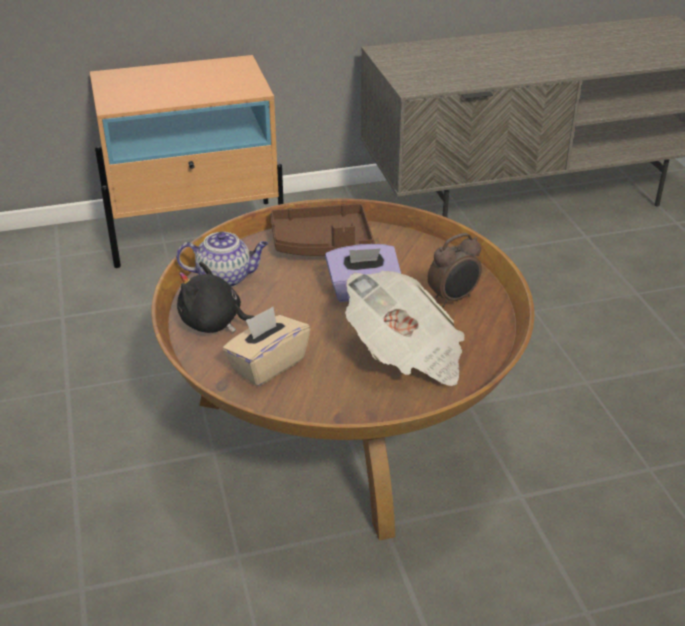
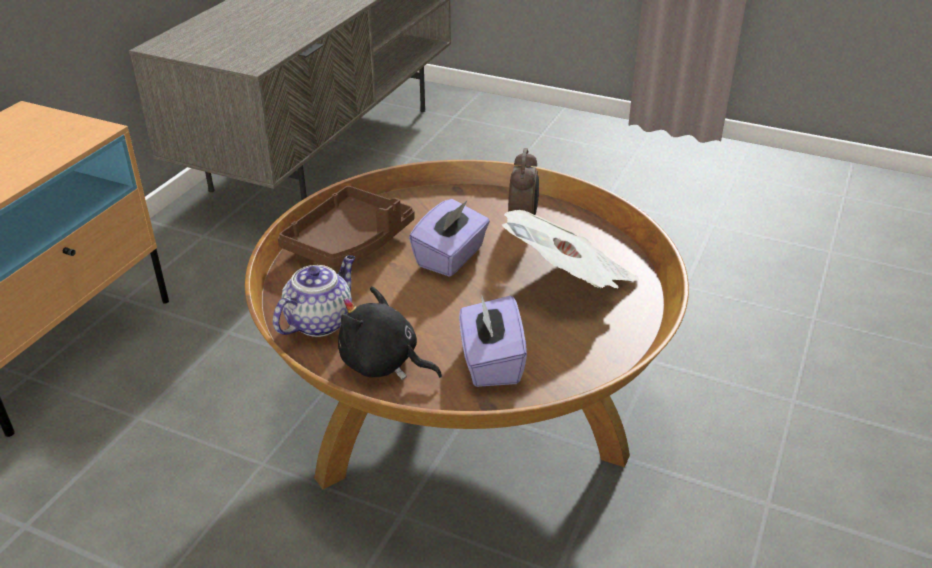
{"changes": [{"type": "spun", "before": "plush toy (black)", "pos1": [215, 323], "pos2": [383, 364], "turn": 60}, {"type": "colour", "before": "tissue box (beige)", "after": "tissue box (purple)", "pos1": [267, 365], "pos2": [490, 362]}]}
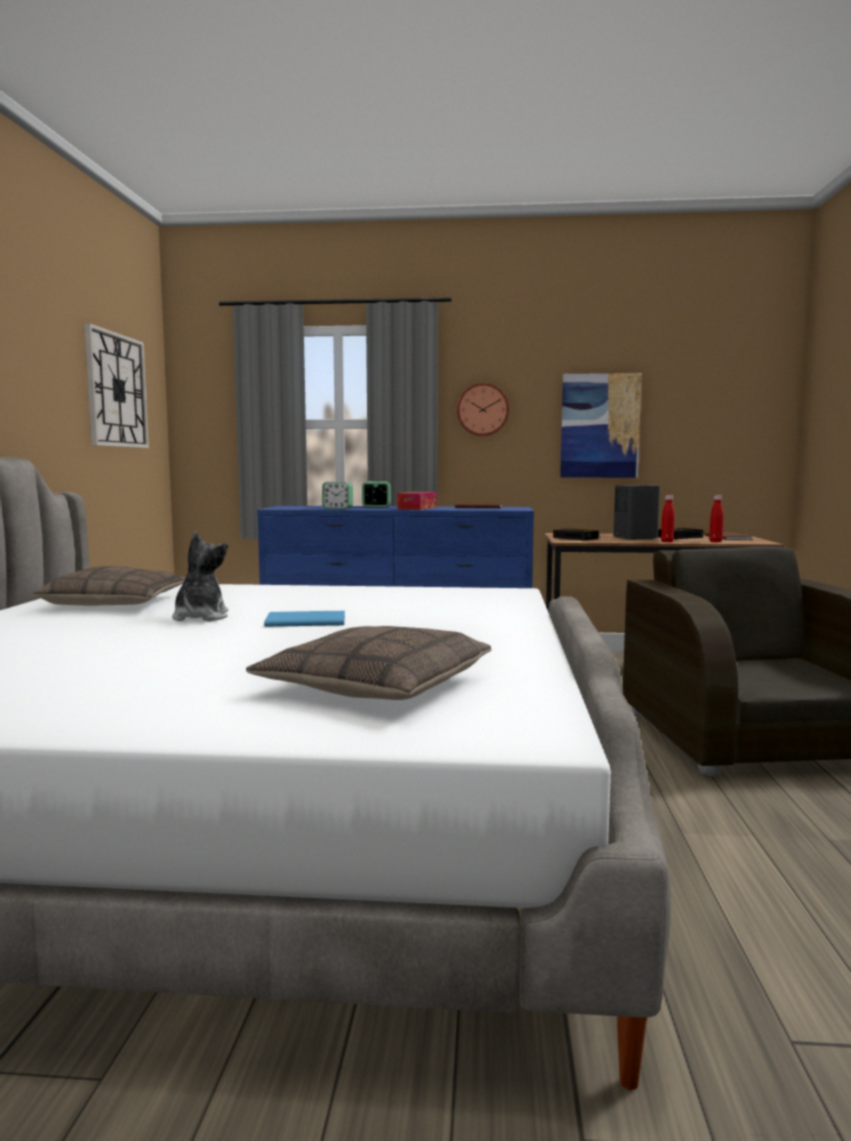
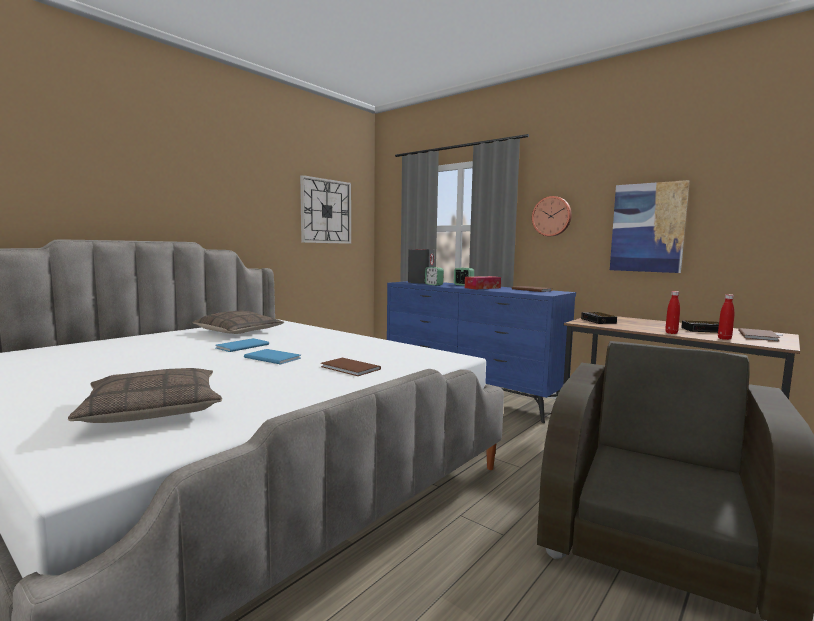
{"changes": [{"type": "relocated", "before": "speaker (grey)", "pos1": [635, 538], "pos2": [421, 282]}, {"type": "exchanged", "before": "plush toy", "after": "book (blue)", "pos1": [200, 617], "pos2": [240, 346]}, {"type": "appeared", "after": "book (brown)", "pos2": [350, 368]}]}
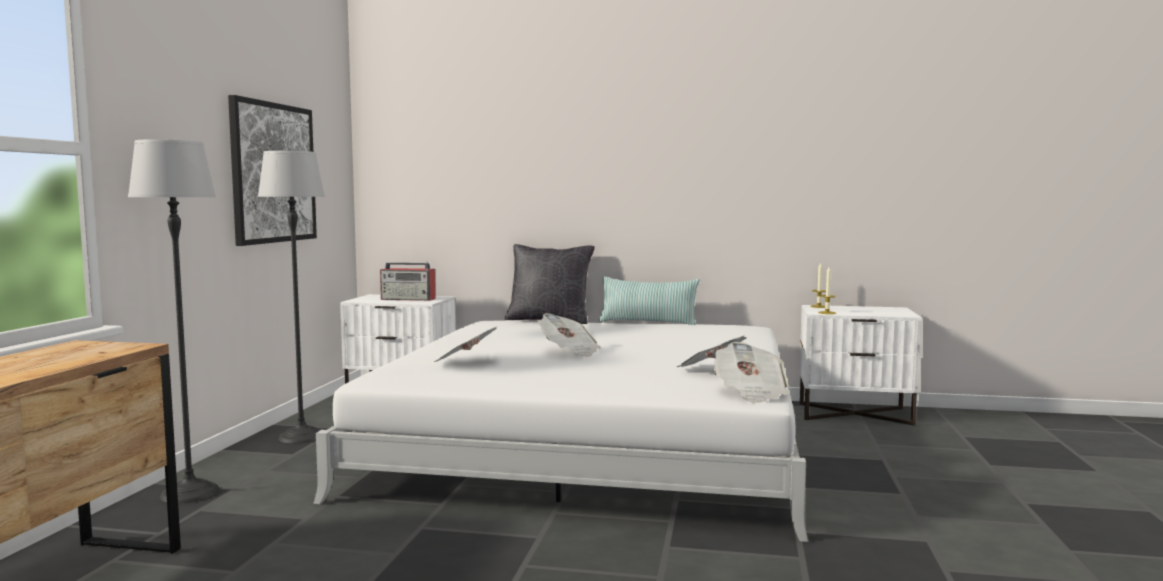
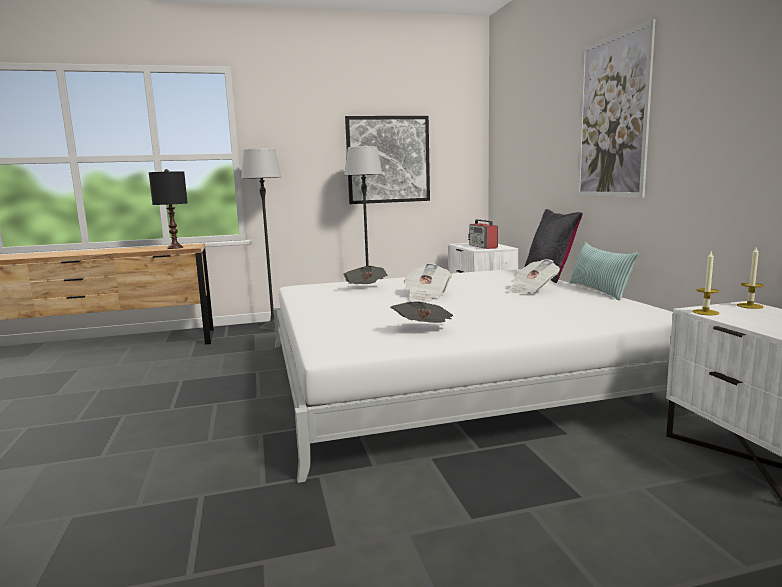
{"changes": [{"type": "relocated", "before": "newspaper", "pos1": [750, 393], "pos2": [531, 290]}, {"type": "appeared", "after": "picture", "pos2": [612, 118]}, {"type": "appeared", "after": "table lamp (black)", "pos2": [175, 248]}]}
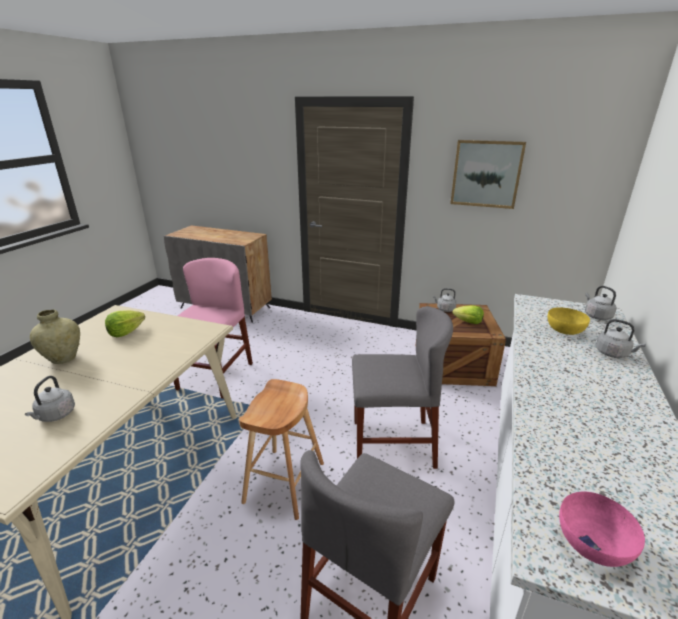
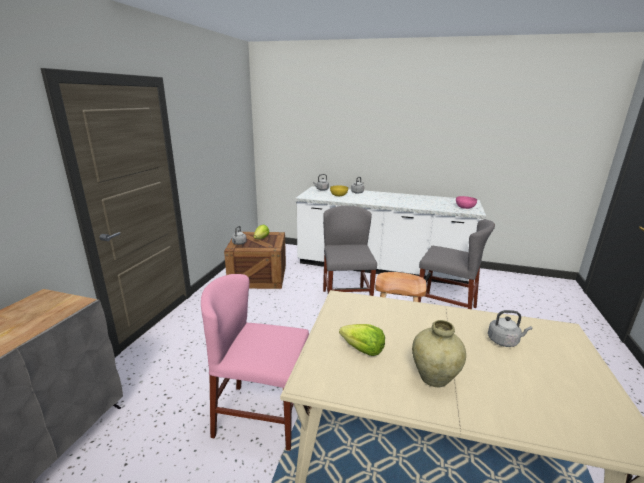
{"changes": [{"type": "missing", "before": "picture", "pos1": [486, 174]}]}
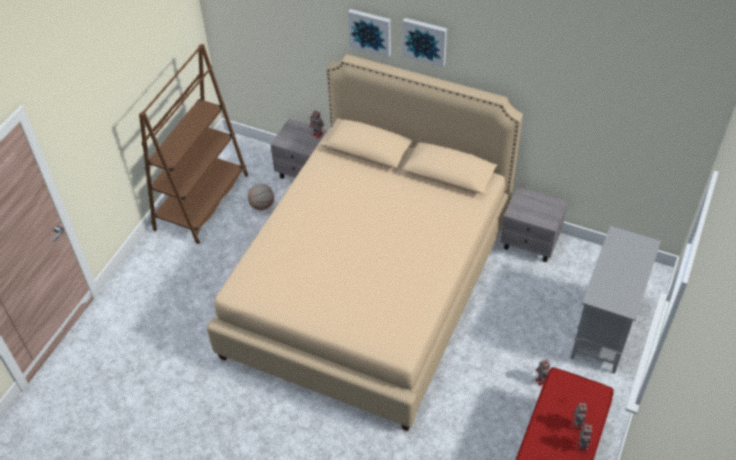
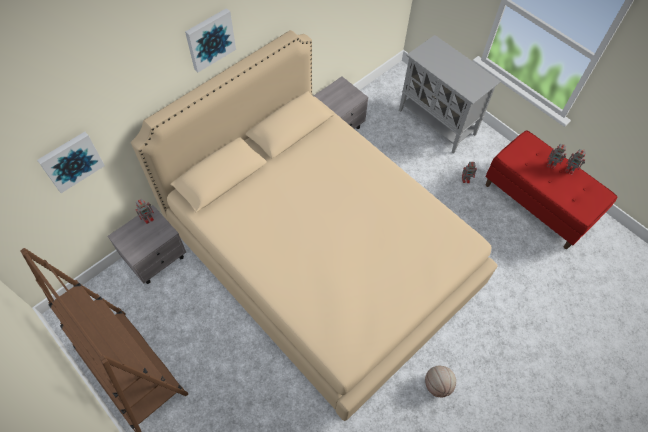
{"changes": [{"type": "relocated", "before": "picture", "pos1": [370, 31], "pos2": [71, 161]}, {"type": "relocated", "before": "basketball", "pos1": [262, 205], "pos2": [437, 384]}]}
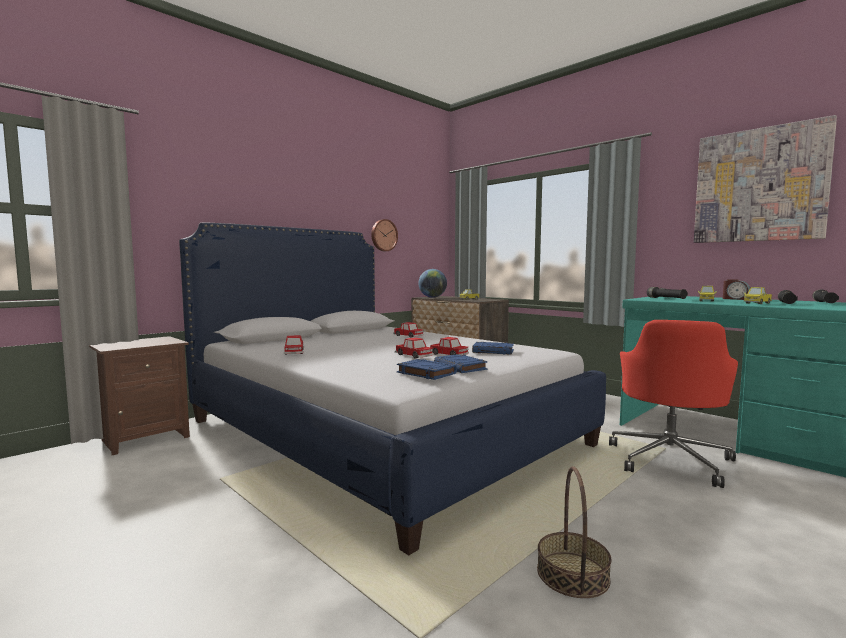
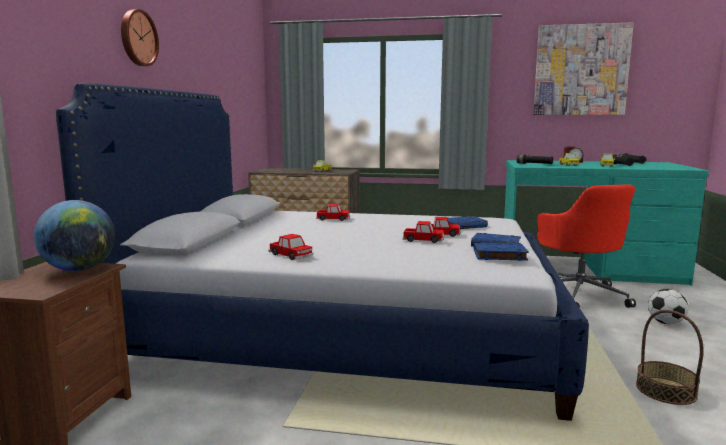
{"changes": [{"type": "relocated", "before": "wall clock", "pos1": [383, 235], "pos2": [137, 38]}, {"type": "relocated", "before": "globe", "pos1": [432, 297], "pos2": [79, 269]}, {"type": "appeared", "after": "football", "pos2": [665, 323]}]}
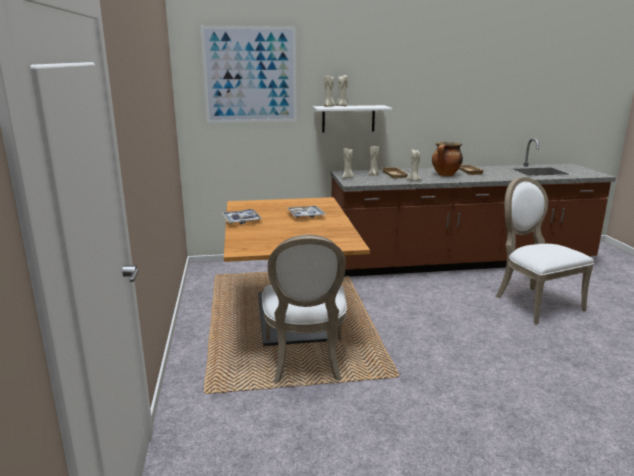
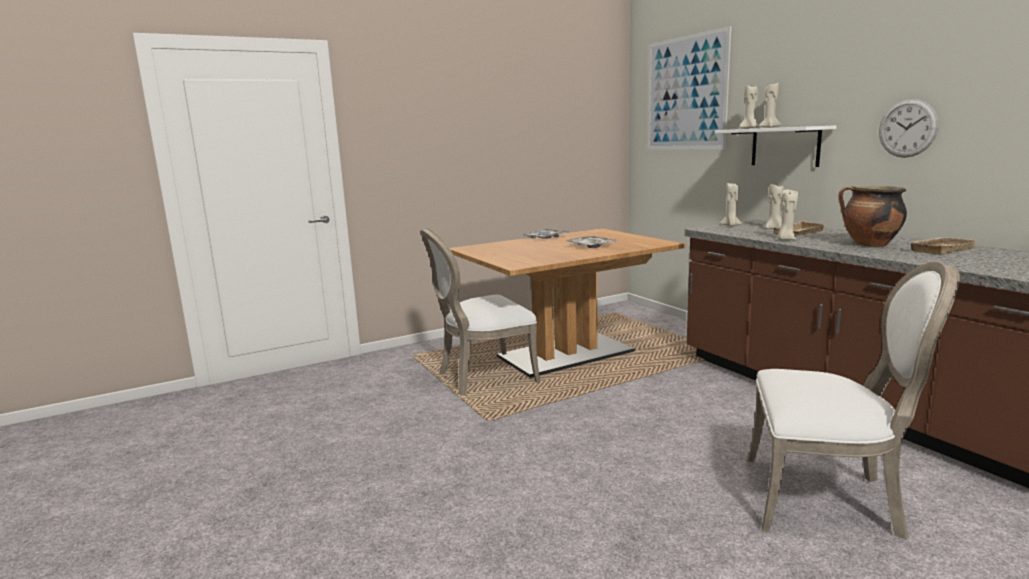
{"changes": [{"type": "spun", "before": "chair (white)", "pos1": [534, 303], "pos2": [827, 499], "turn": 60}, {"type": "appeared", "after": "wall clock", "pos2": [907, 128]}]}
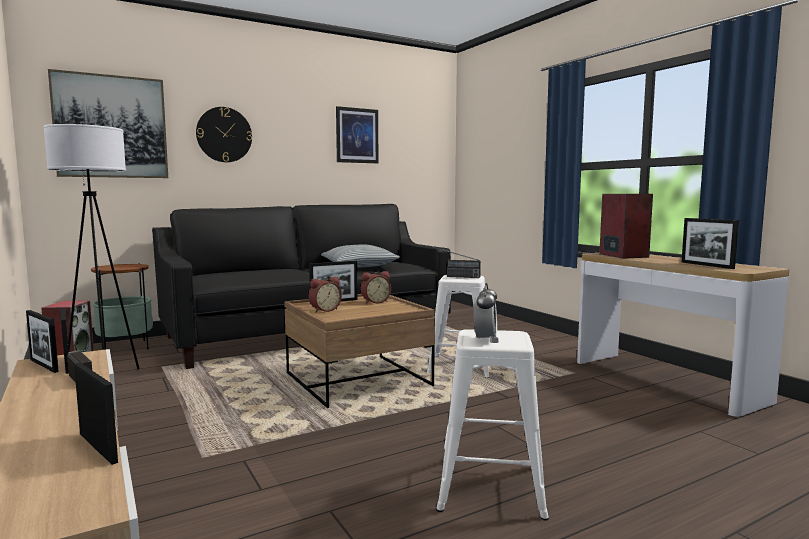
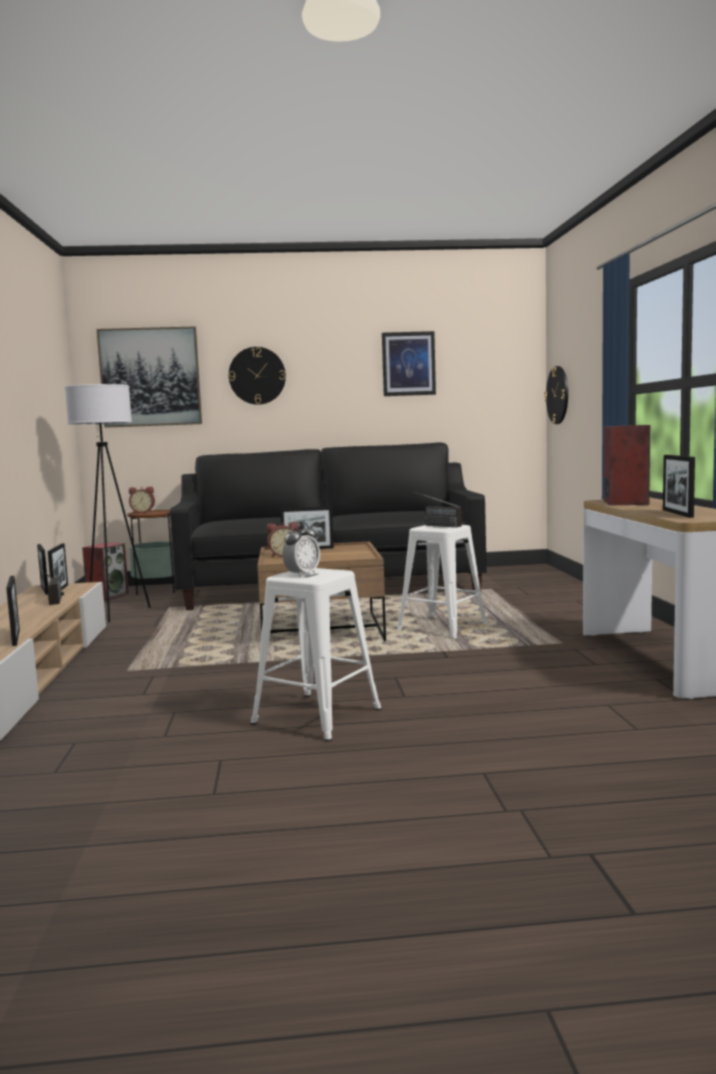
{"changes": [{"type": "missing", "before": "pillow", "pos1": [359, 265]}, {"type": "relocated", "before": "alarm clock", "pos1": [375, 302], "pos2": [143, 512]}, {"type": "appeared", "after": "wall clock", "pos2": [558, 395]}]}
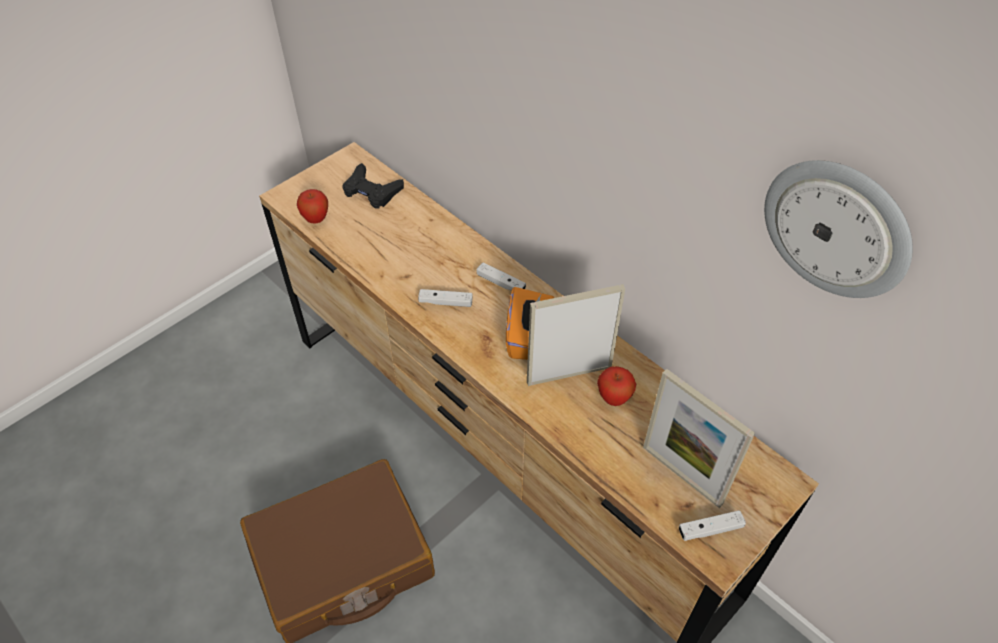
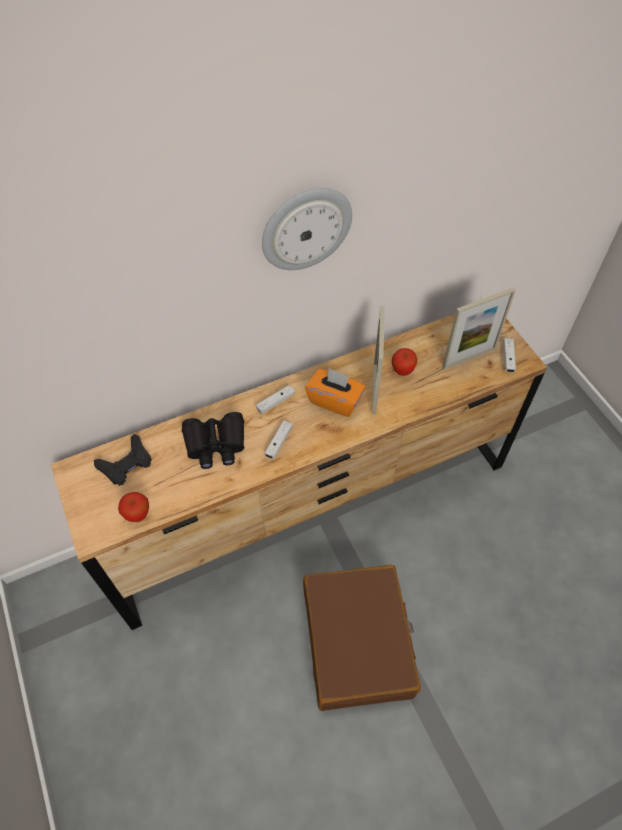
{"changes": [{"type": "relocated", "before": "wall clock", "pos1": [837, 228], "pos2": [306, 228]}, {"type": "appeared", "after": "binoculars (black)", "pos2": [215, 444]}]}
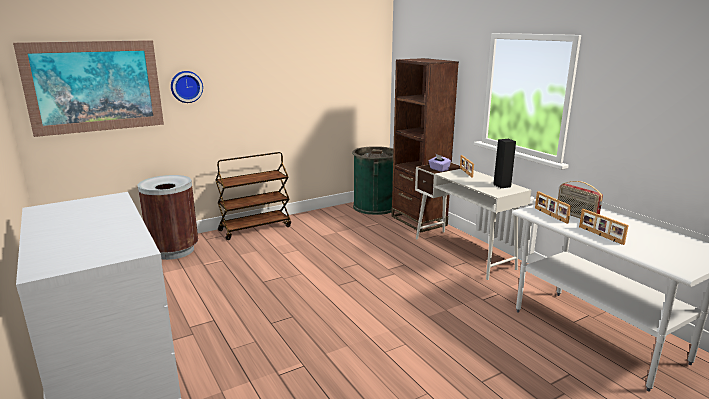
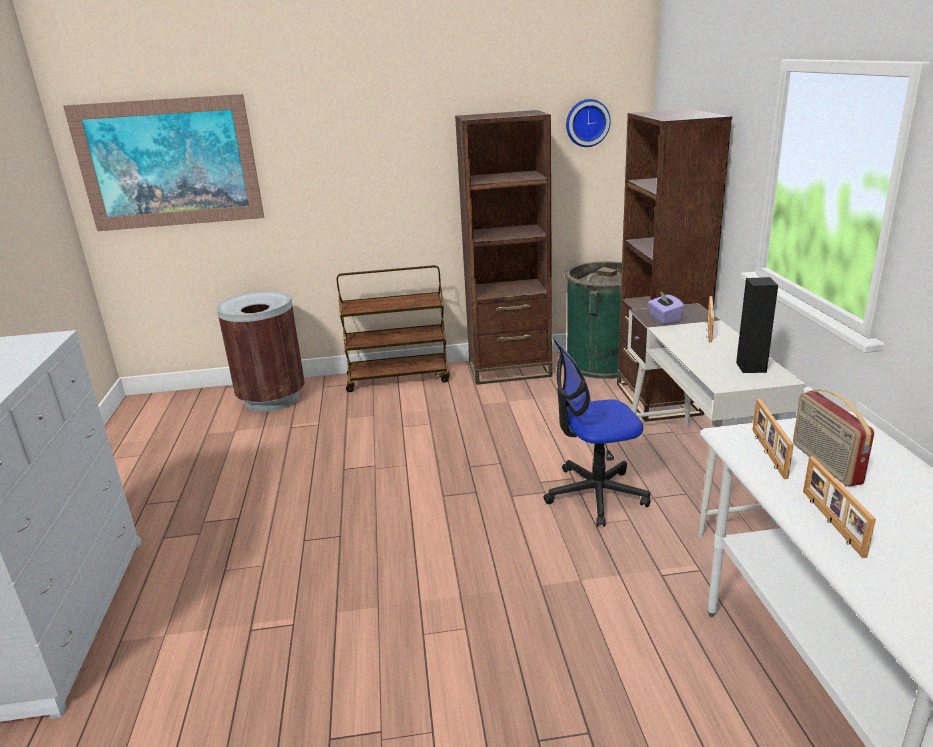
{"changes": [{"type": "relocated", "before": "wall clock", "pos1": [186, 86], "pos2": [587, 123]}, {"type": "appeared", "after": "bookcase (brown)", "pos2": [509, 370]}, {"type": "appeared", "after": "office chair", "pos2": [595, 494]}]}
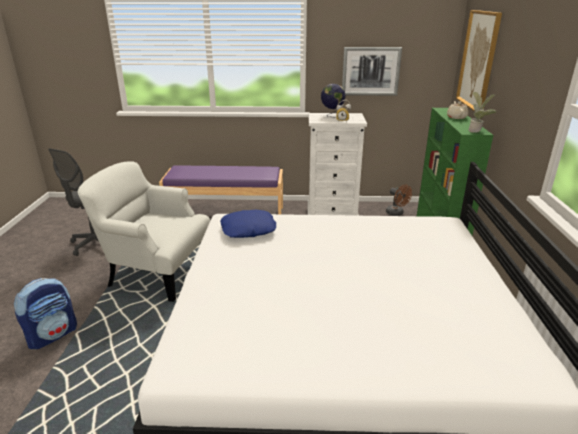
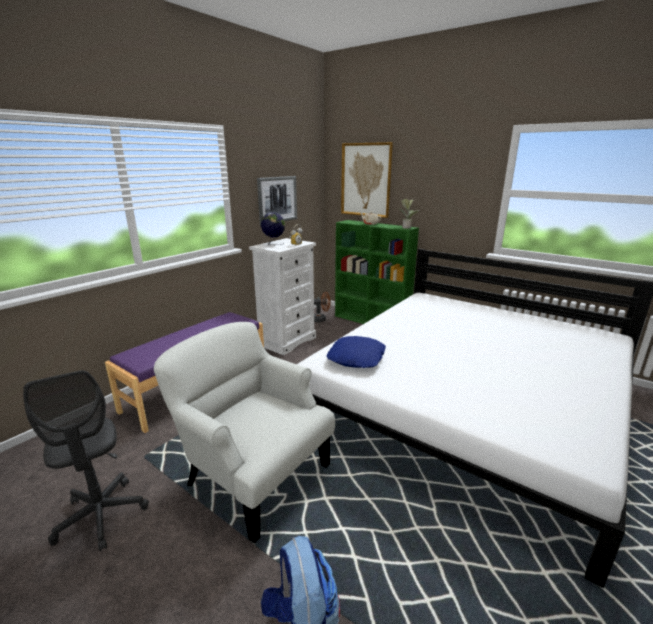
{"changes": [{"type": "spun", "before": "armchair (white)", "pos1": [156, 272], "pos2": [254, 475], "turn": 75}]}
